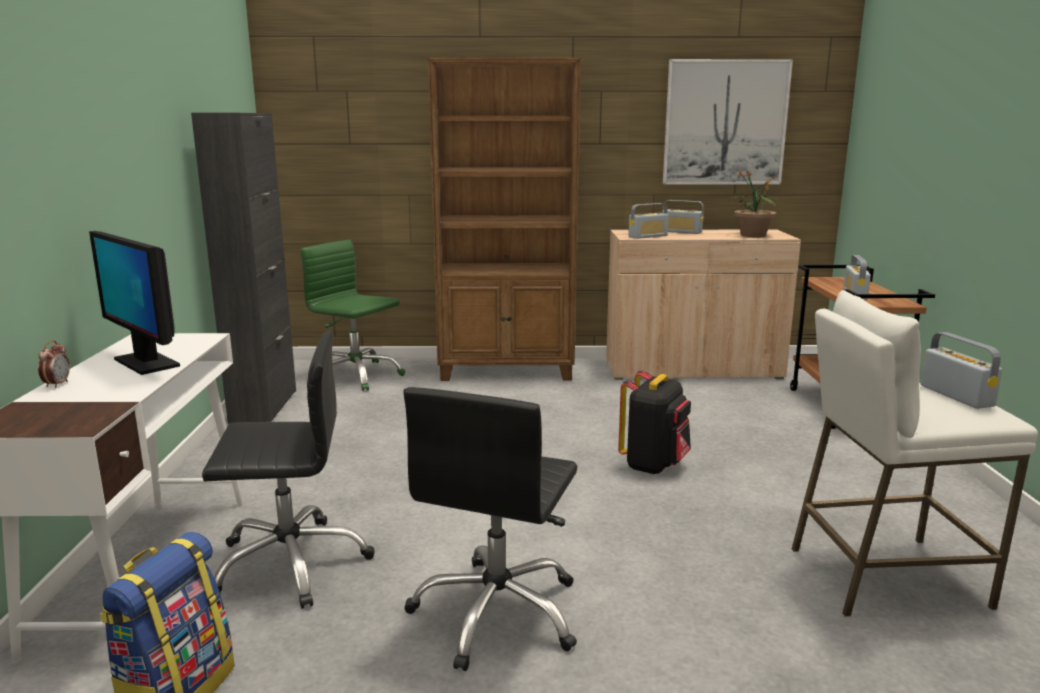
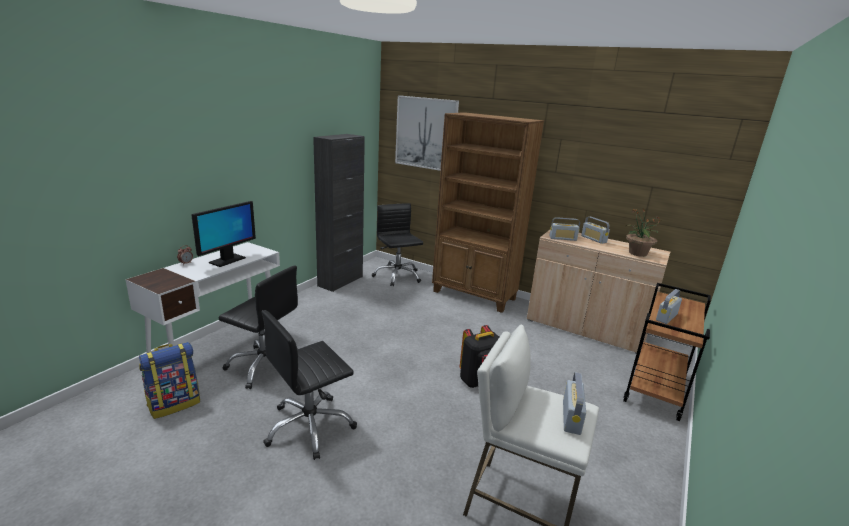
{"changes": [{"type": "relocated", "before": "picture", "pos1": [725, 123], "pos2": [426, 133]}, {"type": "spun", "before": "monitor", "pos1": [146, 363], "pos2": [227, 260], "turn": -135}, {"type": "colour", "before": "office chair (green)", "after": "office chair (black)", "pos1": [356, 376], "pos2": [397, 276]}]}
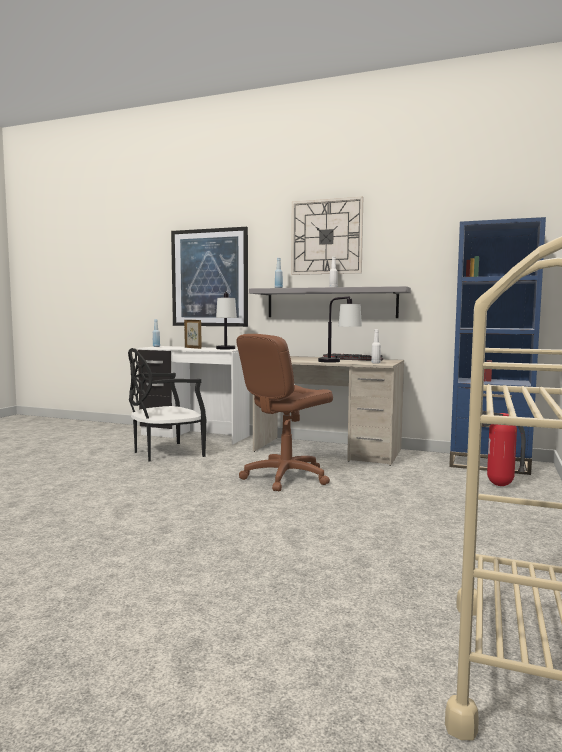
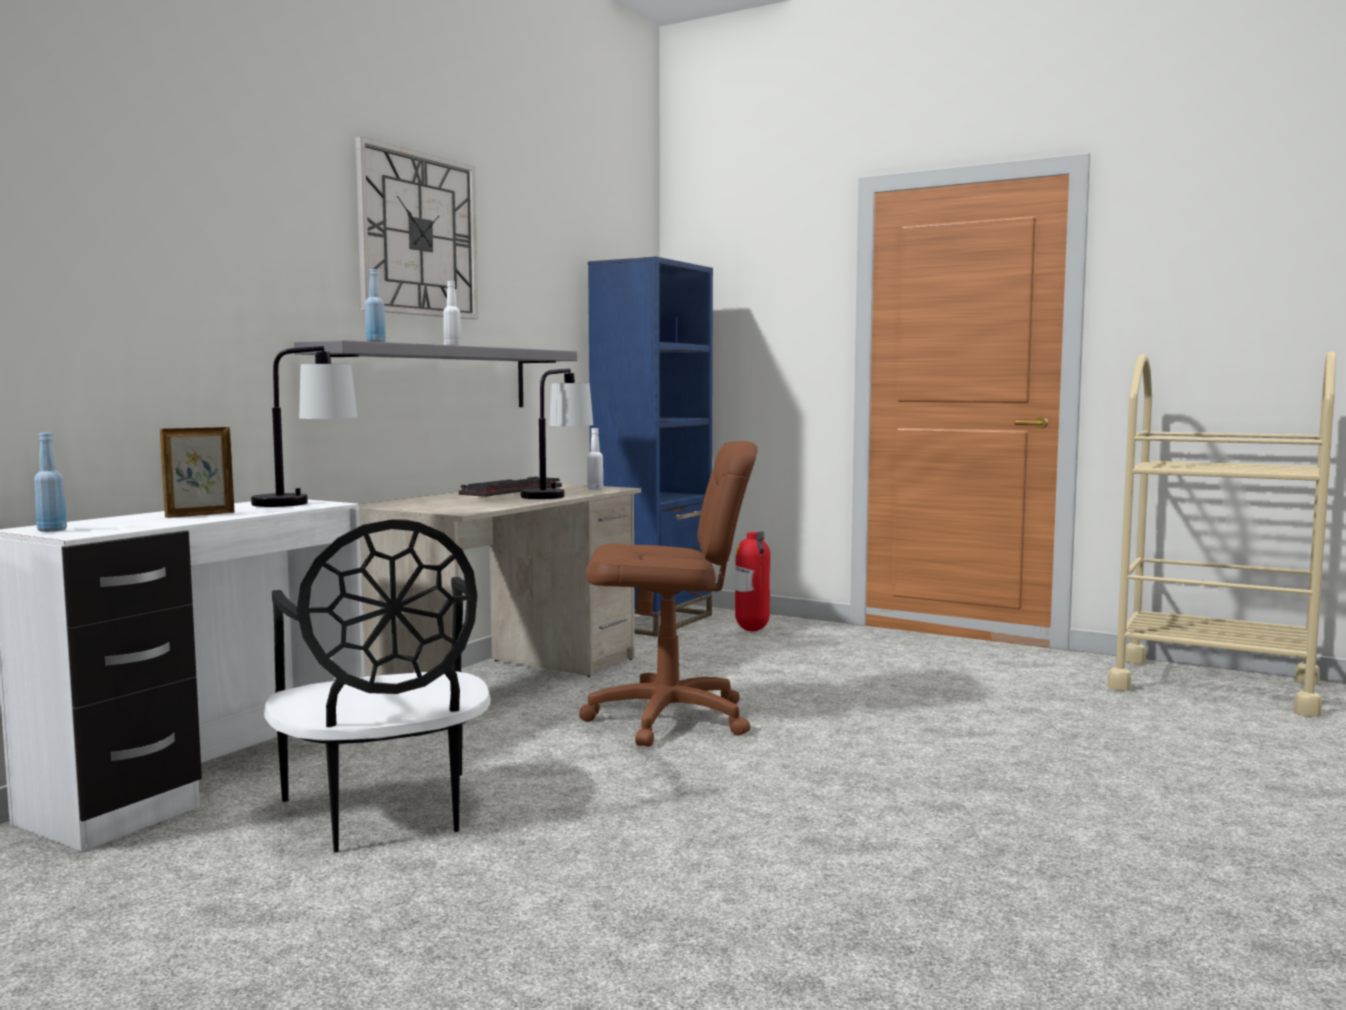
{"changes": [{"type": "missing", "before": "picture", "pos1": [209, 278]}, {"type": "spun", "before": "office chair (brown)", "pos1": [285, 477], "pos2": [669, 719], "turn": -60}]}
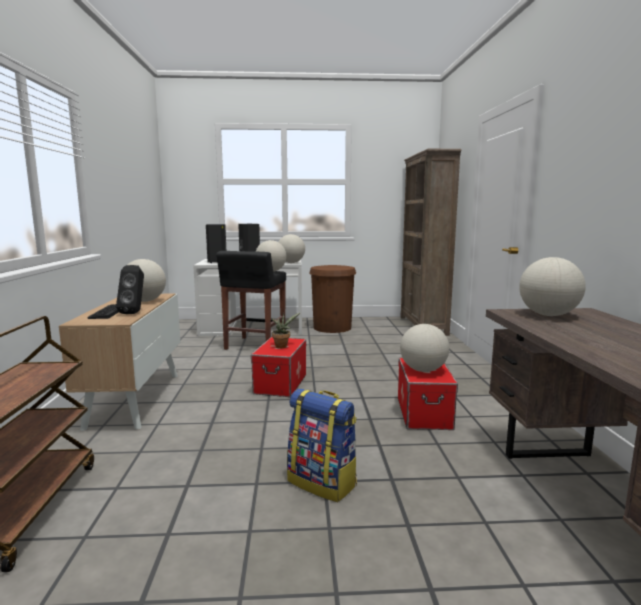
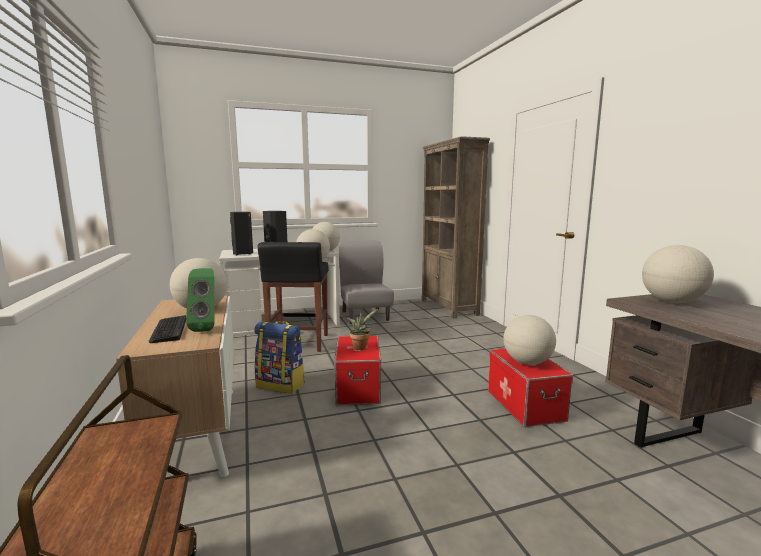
{"changes": [{"type": "colour", "before": "speaker (black)", "after": "speaker (green)", "pos1": [134, 313], "pos2": [206, 328]}, {"type": "exchanged", "before": "trash can (brown)", "after": "chair (grey)", "pos1": [332, 327], "pos2": [365, 315]}, {"type": "relocated", "before": "backpack", "pos1": [323, 482], "pos2": [281, 385]}]}
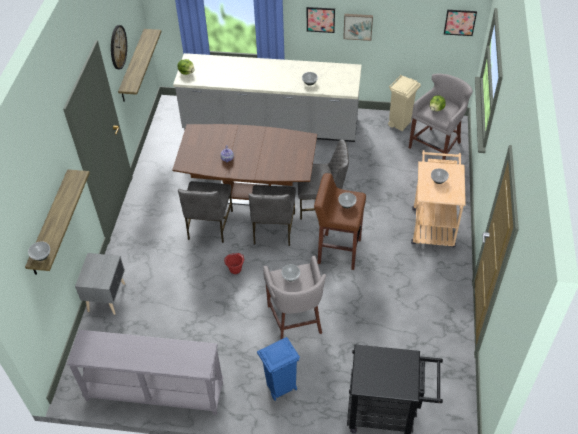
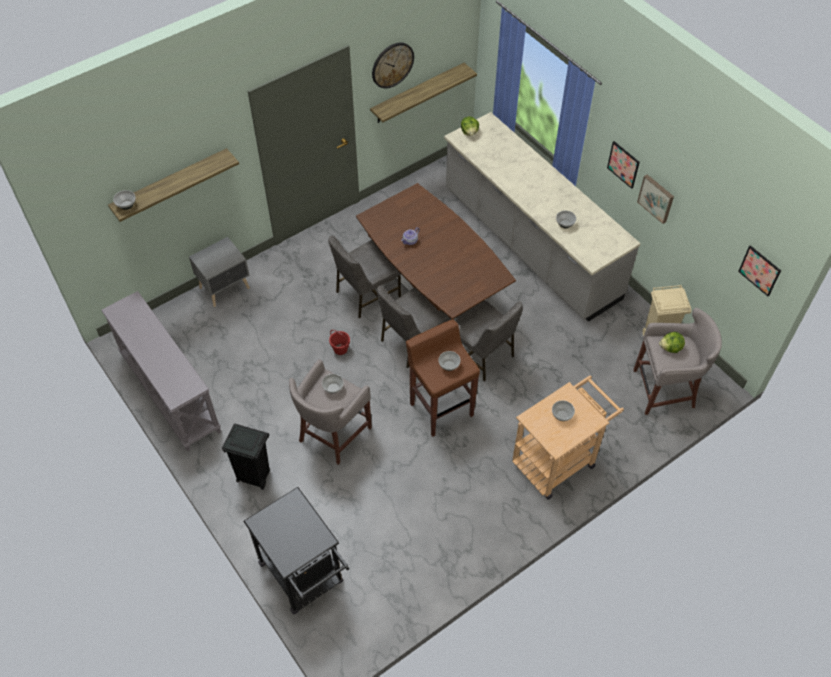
{"changes": [{"type": "colour", "before": "trash can (blue)", "after": "trash can (black)", "pos1": [280, 388], "pos2": [254, 476]}]}
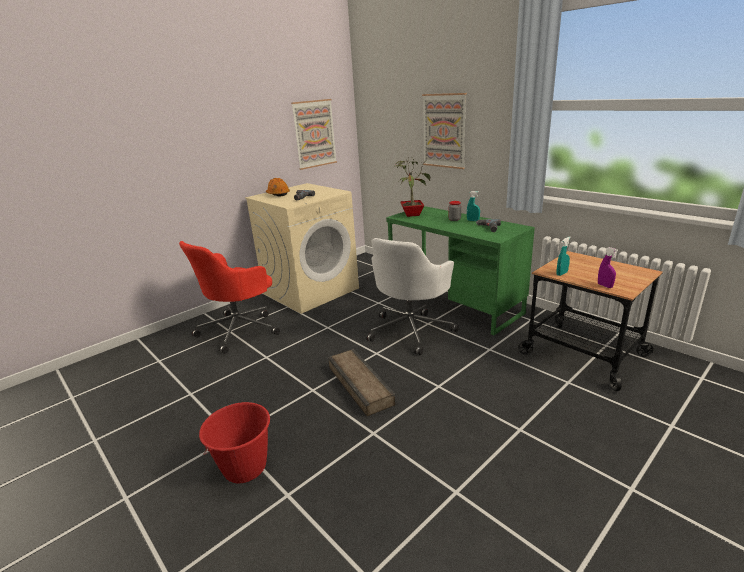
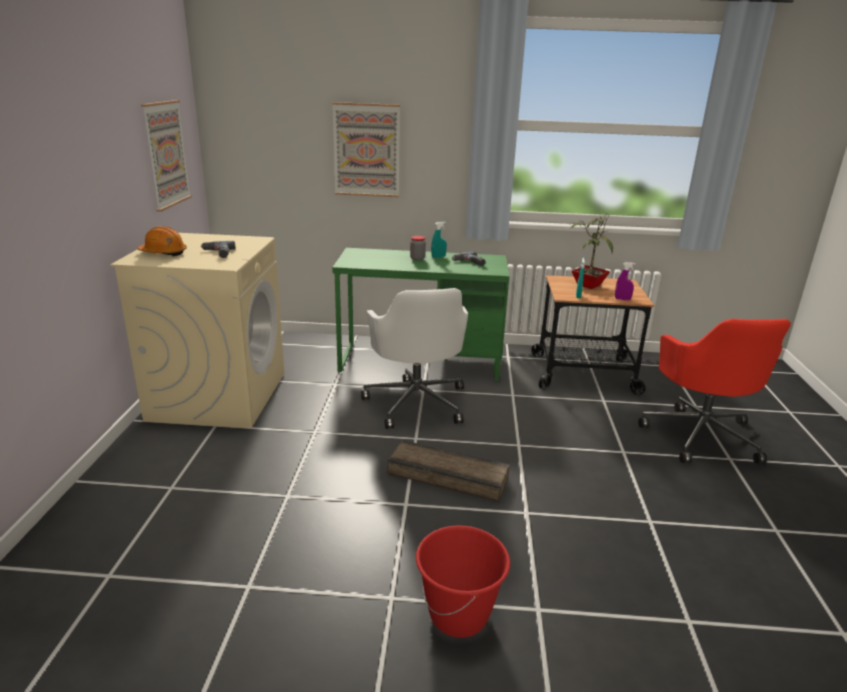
{"changes": [{"type": "relocated", "before": "potted plant", "pos1": [412, 214], "pos2": [587, 285]}, {"type": "relocated", "before": "office chair (red)", "pos1": [240, 329], "pos2": [700, 434]}]}
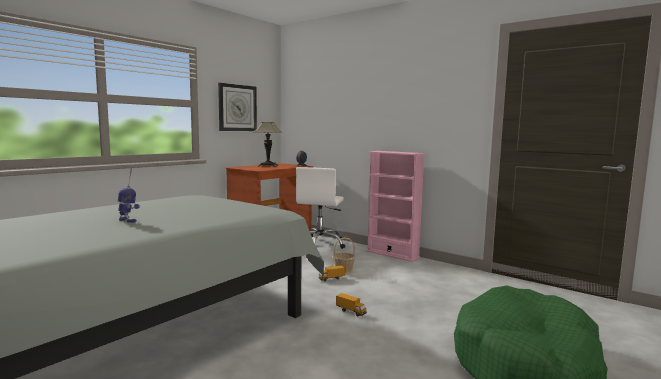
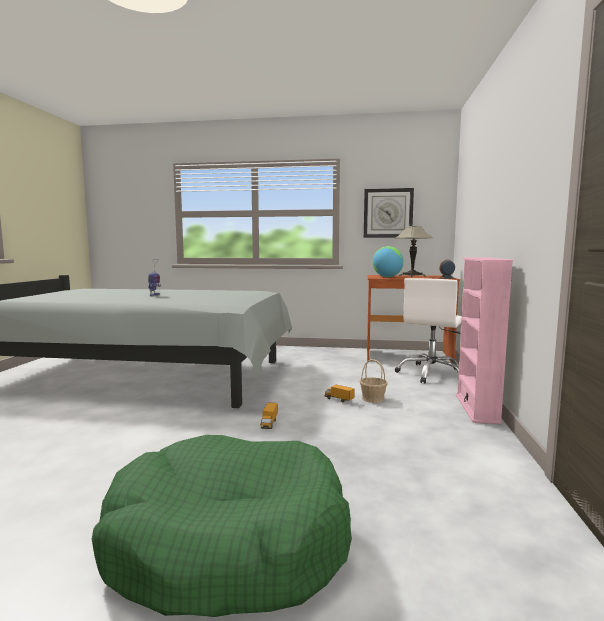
{"changes": [{"type": "spun", "before": "office chair (white)", "pos1": [320, 243], "pos2": [431, 374], "turn": -45}, {"type": "appeared", "after": "globe", "pos2": [387, 277]}]}
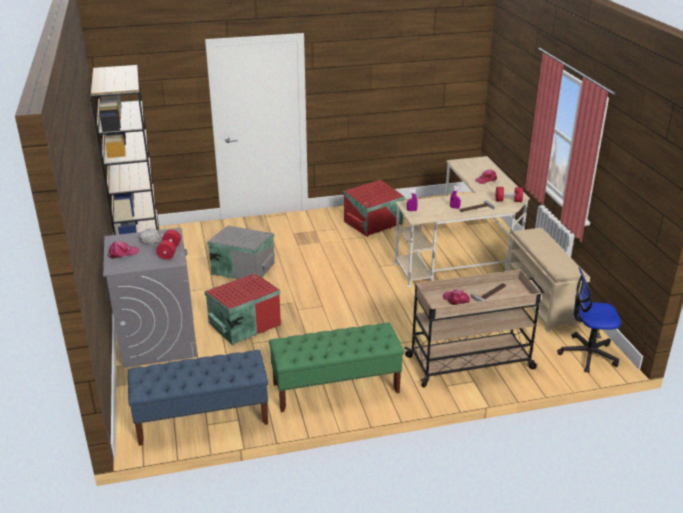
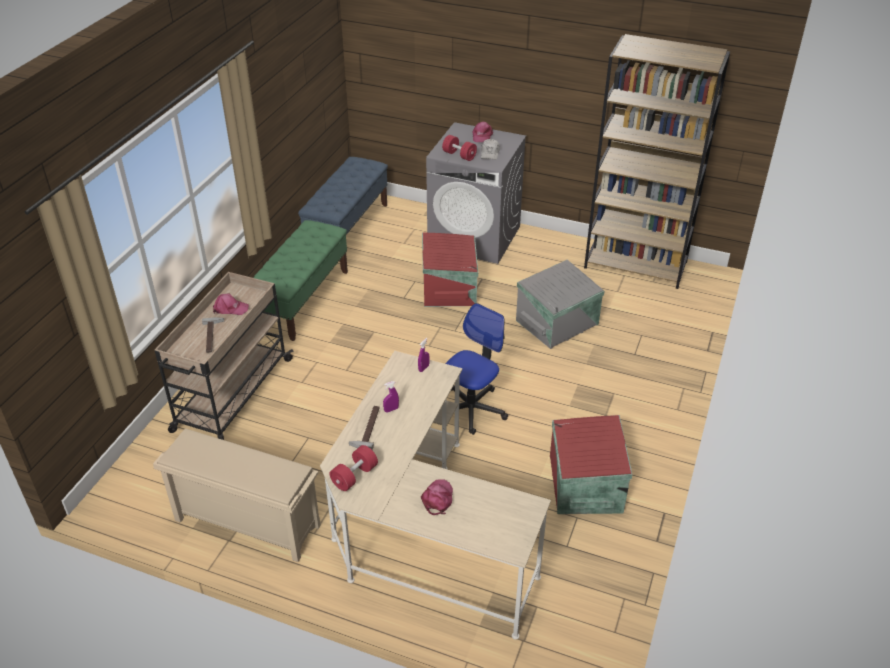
{"changes": [{"type": "relocated", "before": "office chair", "pos1": [587, 354], "pos2": [472, 409]}]}
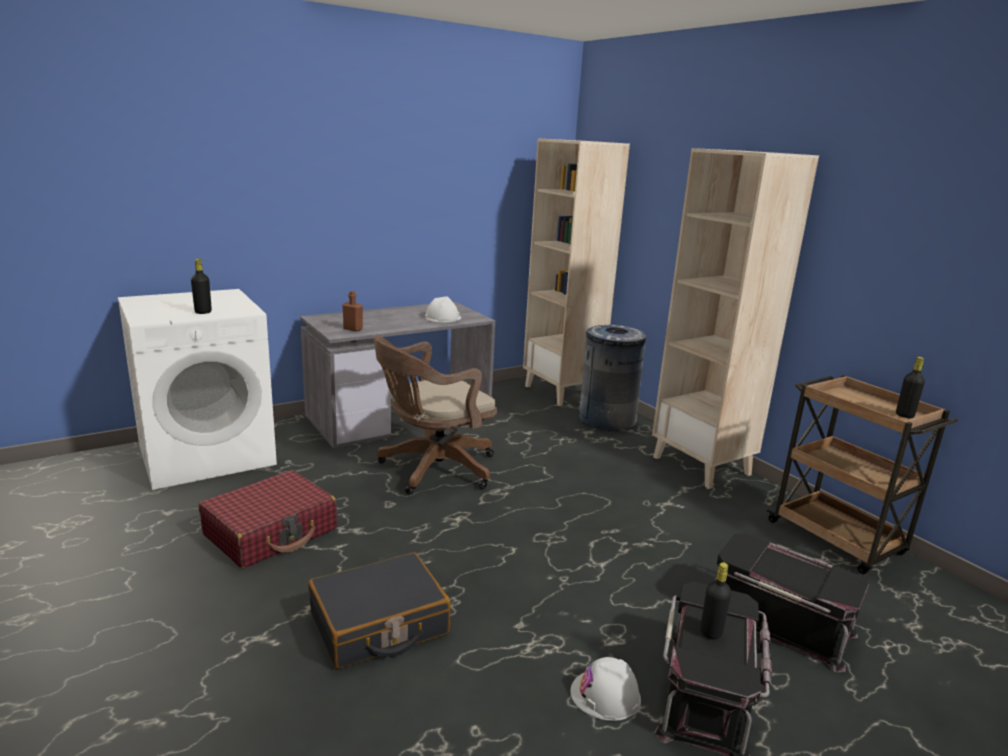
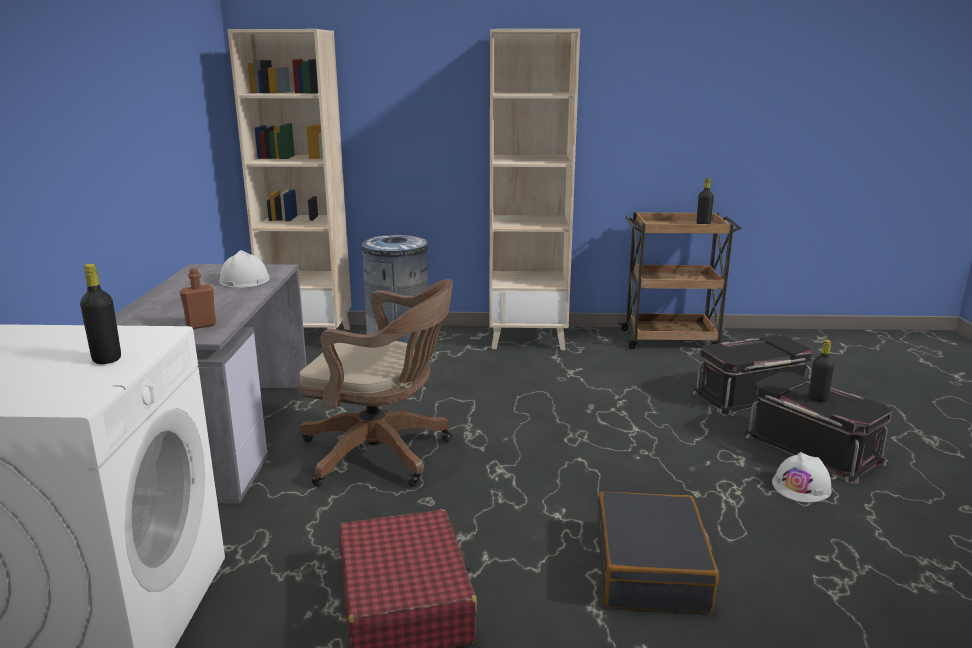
{"changes": [{"type": "spun", "before": "office chair (brown)", "pos1": [432, 469], "pos2": [382, 454], "turn": -75}]}
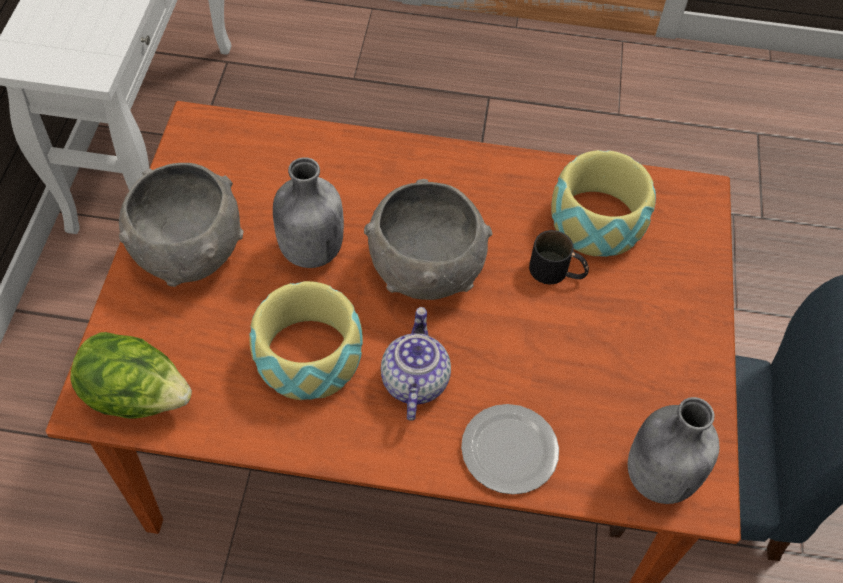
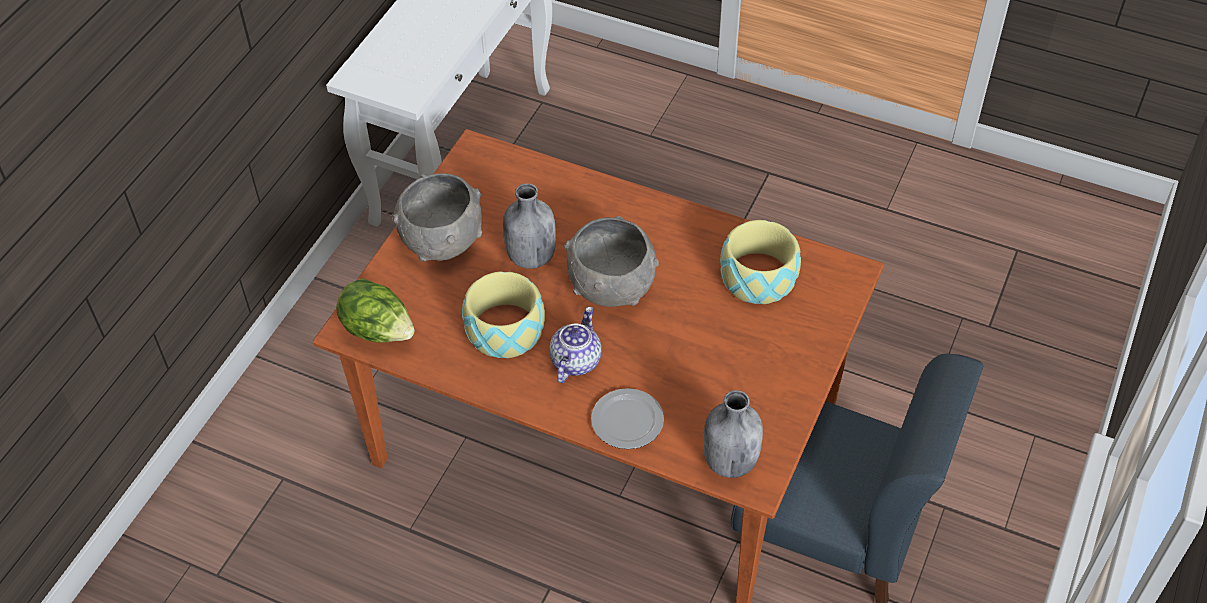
{"changes": [{"type": "missing", "before": "mug (black)", "pos1": [557, 272]}]}
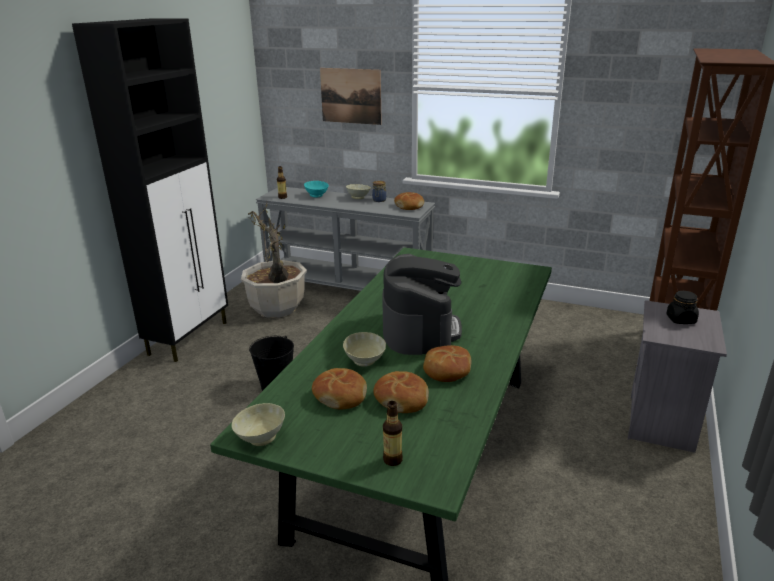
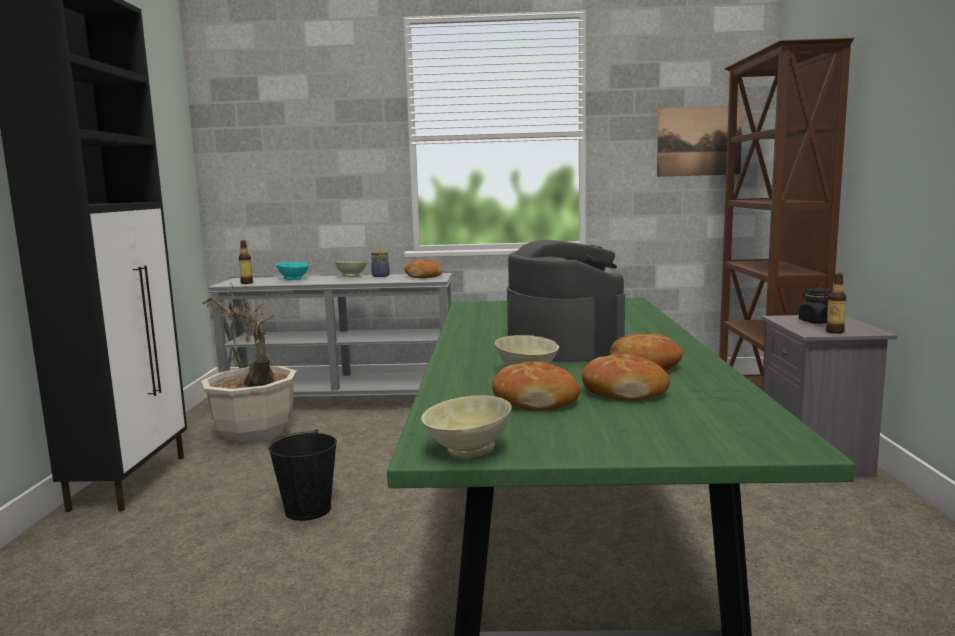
{"changes": [{"type": "relocated", "before": "picture", "pos1": [351, 96], "pos2": [699, 141]}, {"type": "relocated", "before": "bottle", "pos1": [392, 460], "pos2": [834, 332]}]}
